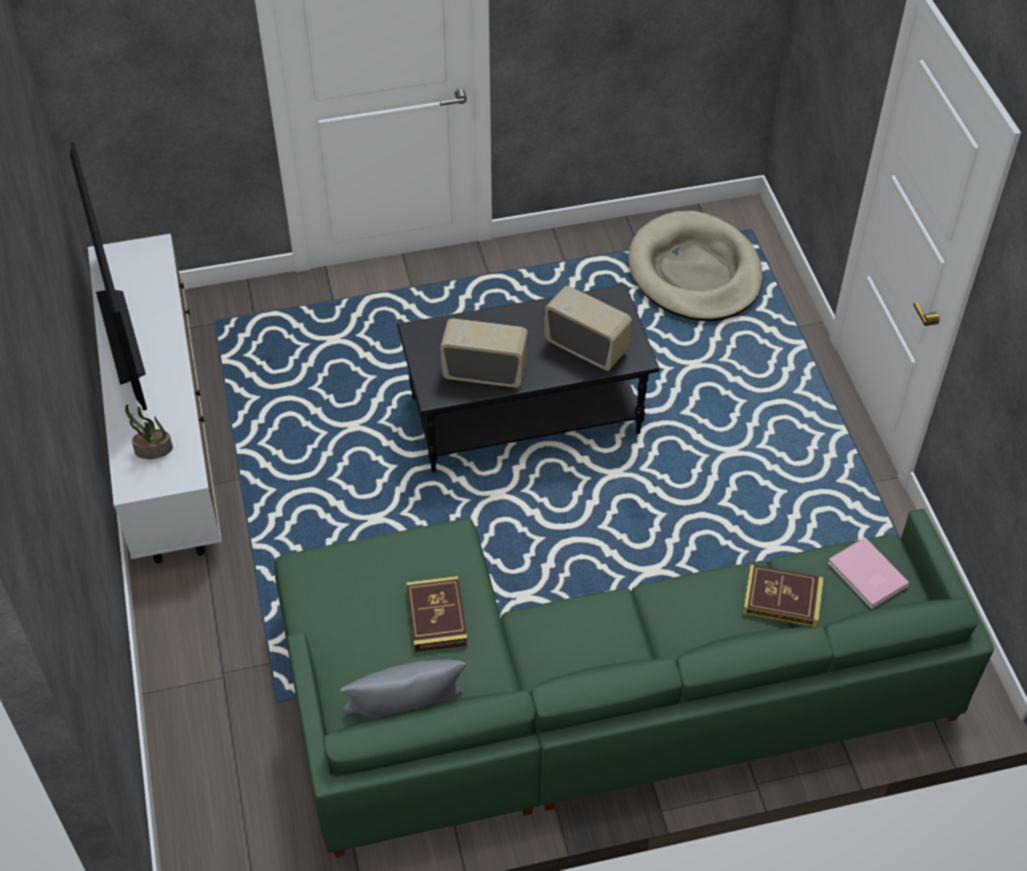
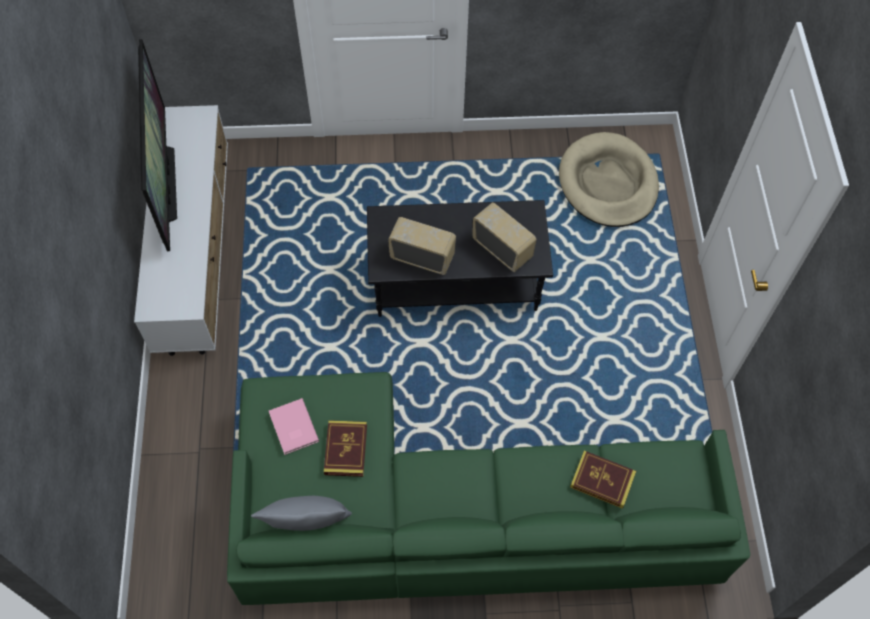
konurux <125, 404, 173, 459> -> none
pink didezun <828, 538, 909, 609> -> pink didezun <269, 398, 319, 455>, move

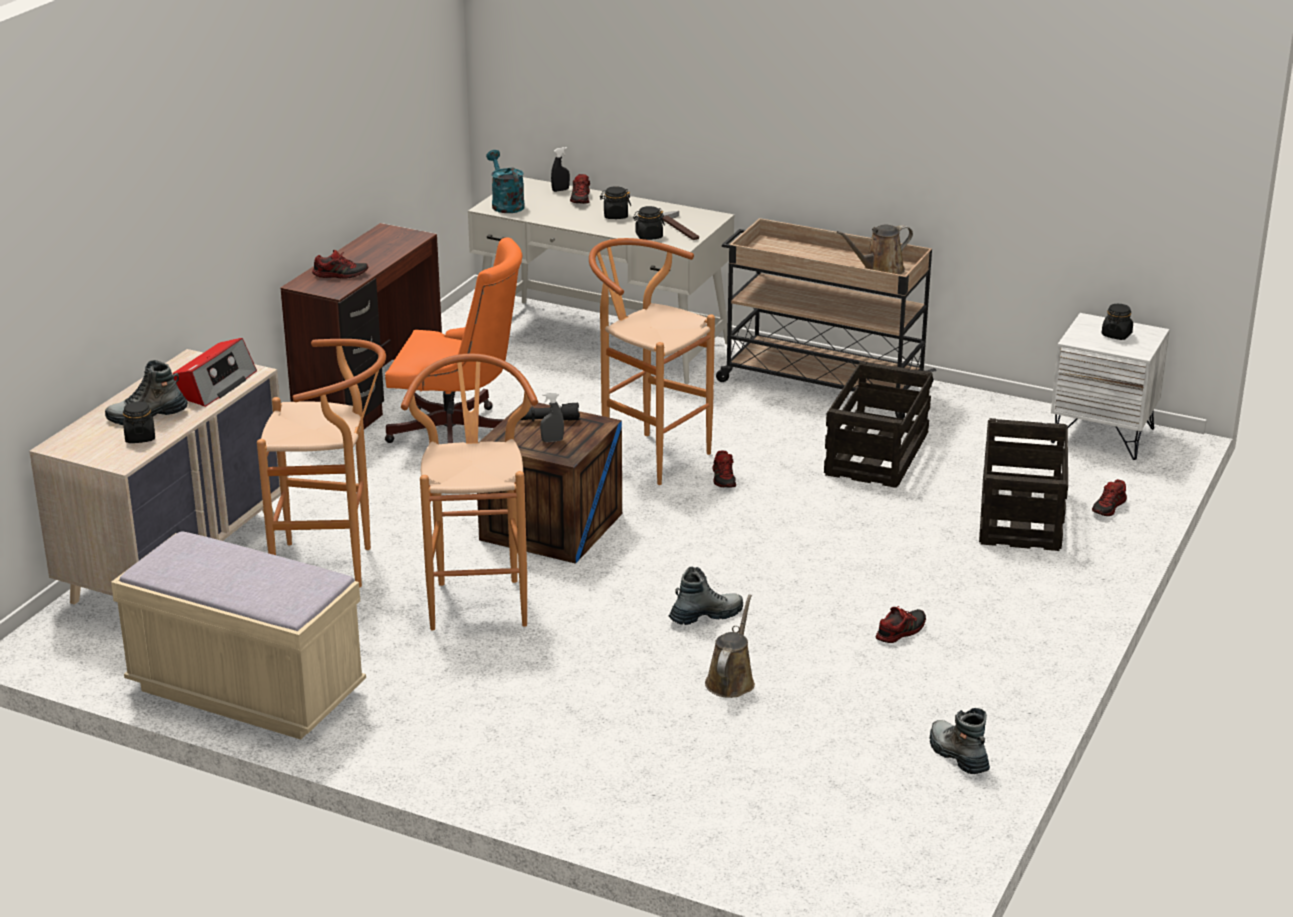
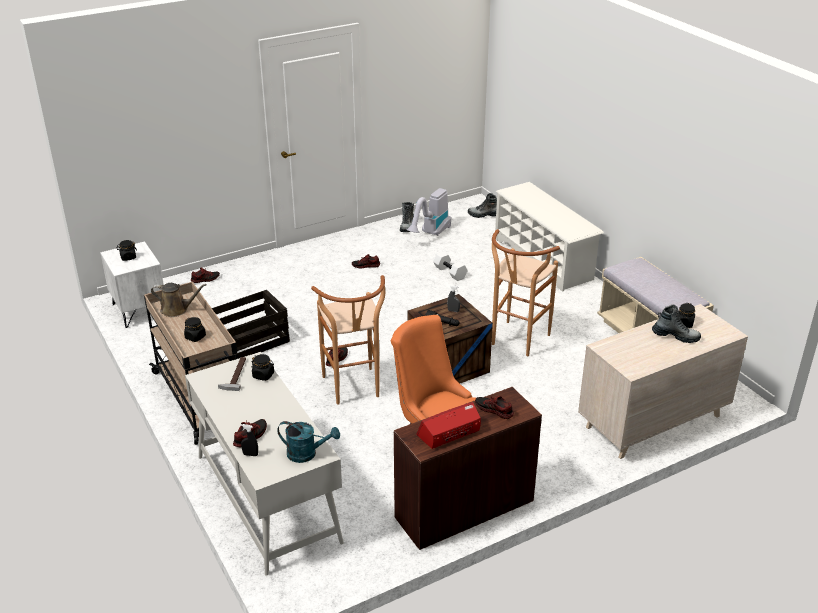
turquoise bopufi <486, 150, 525, 213> -> turquoise bopufi <277, 421, 340, 463>, 90 degrees counterclockwise
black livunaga <600, 186, 631, 219> -> black livunaga <184, 317, 206, 342>, move
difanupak <173, 338, 257, 407> -> difanupak <416, 402, 481, 449>, move
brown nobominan <257, 339, 386, 588> -> none
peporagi <979, 418, 1068, 551> -> none
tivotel <668, 566, 743, 625> -> tivotel <468, 193, 497, 218>, move
brown bopufi <705, 594, 755, 698> -> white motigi <433, 252, 468, 281>
none -> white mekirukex <495, 182, 604, 292>
none -> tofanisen <406, 188, 451, 236>

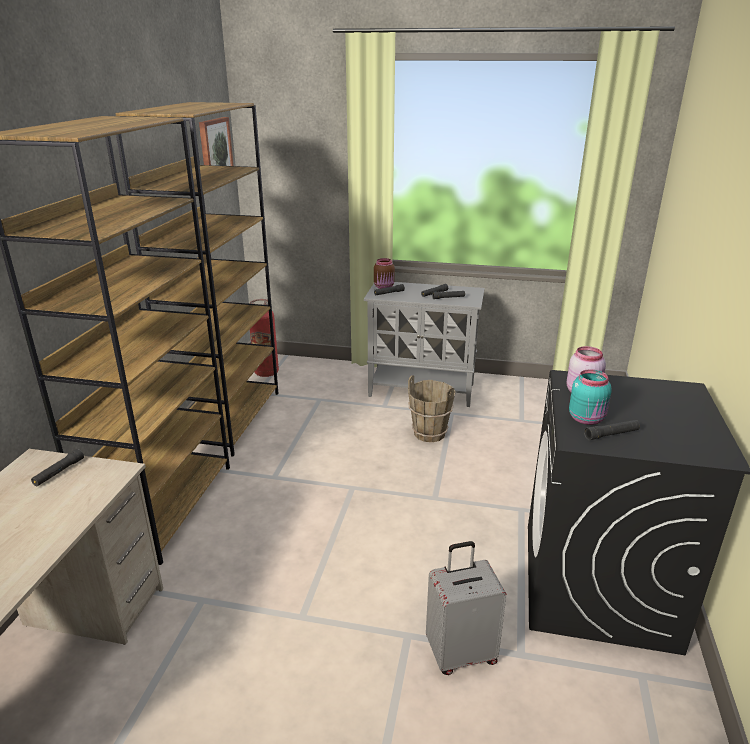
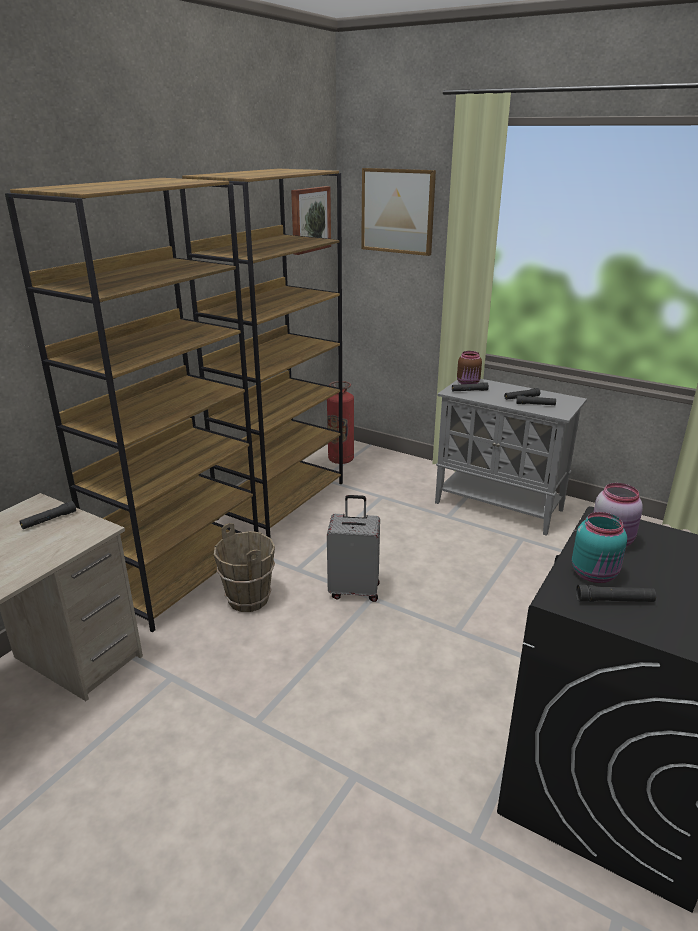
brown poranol <408, 375, 456, 442> -> brown poranol <214, 523, 275, 612>, move
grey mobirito <426, 541, 507, 675> -> grey mobirito <327, 495, 380, 602>, move
none -> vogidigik <361, 168, 436, 256>

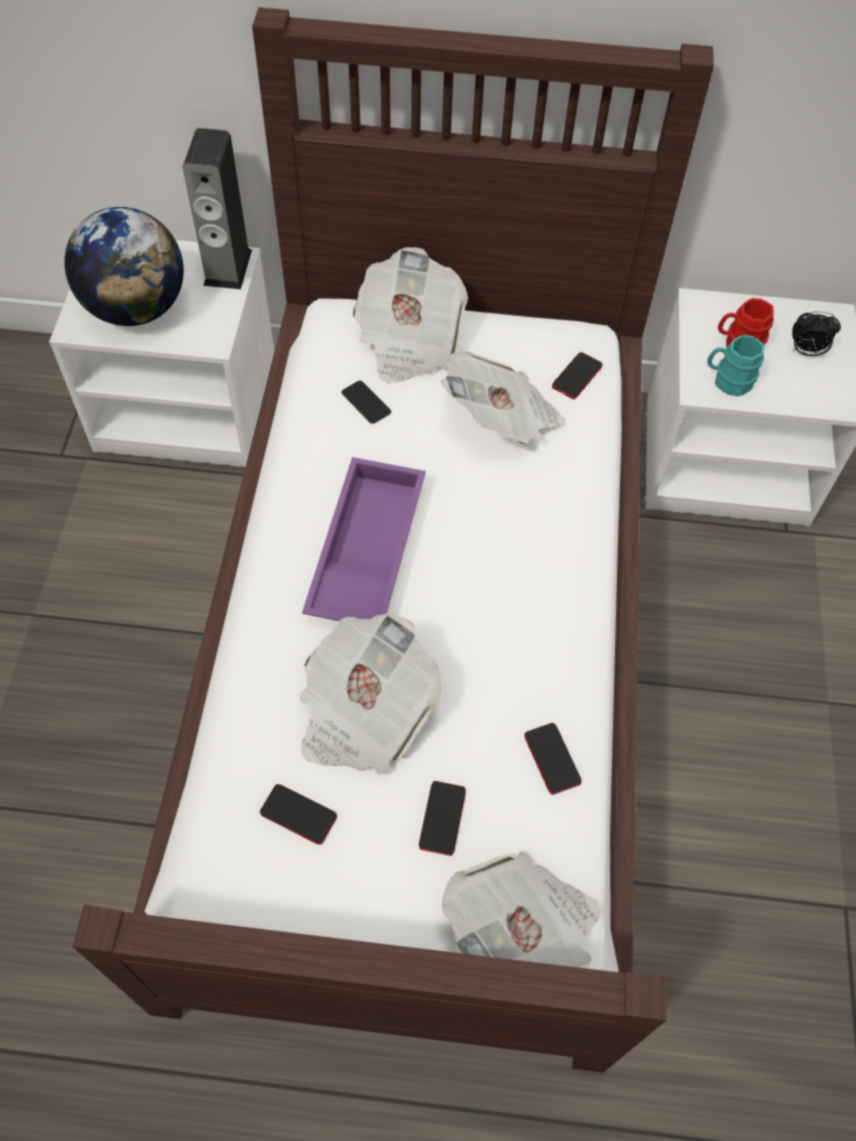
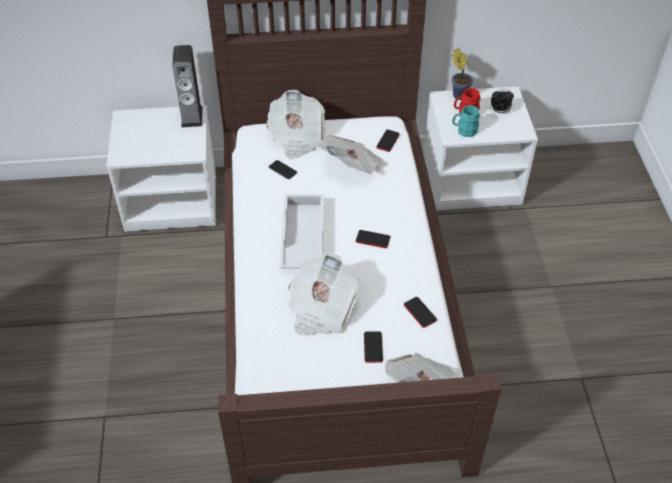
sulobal <64, 207, 184, 326> -> none
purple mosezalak <302, 457, 426, 621> -> white mosezalak <279, 194, 324, 269>
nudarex <260, 784, 337, 845> -> nudarex <356, 230, 390, 248>, move
none -> konurux <452, 48, 473, 100>

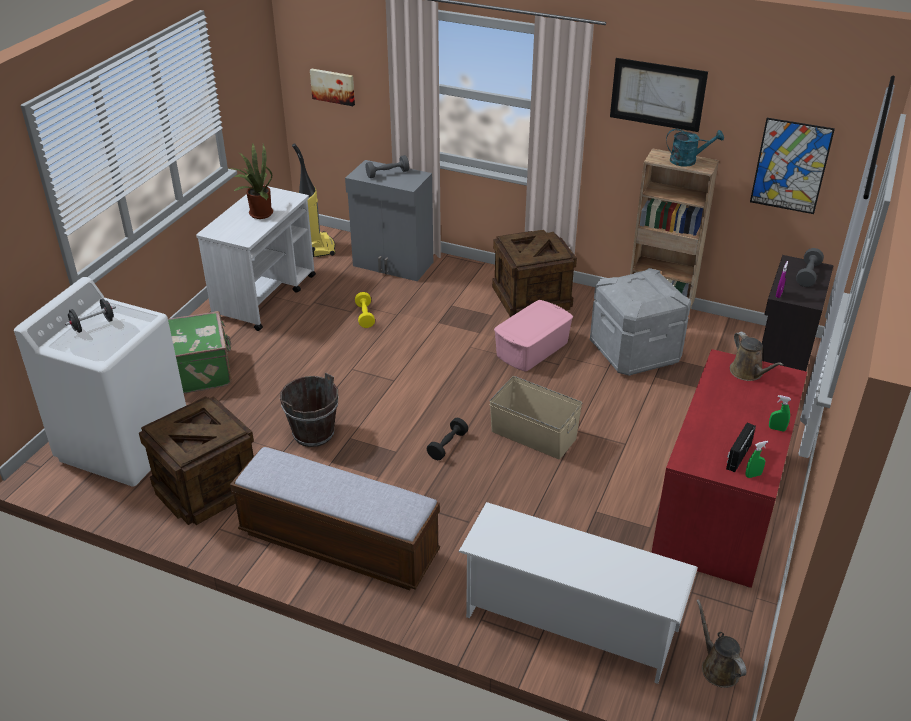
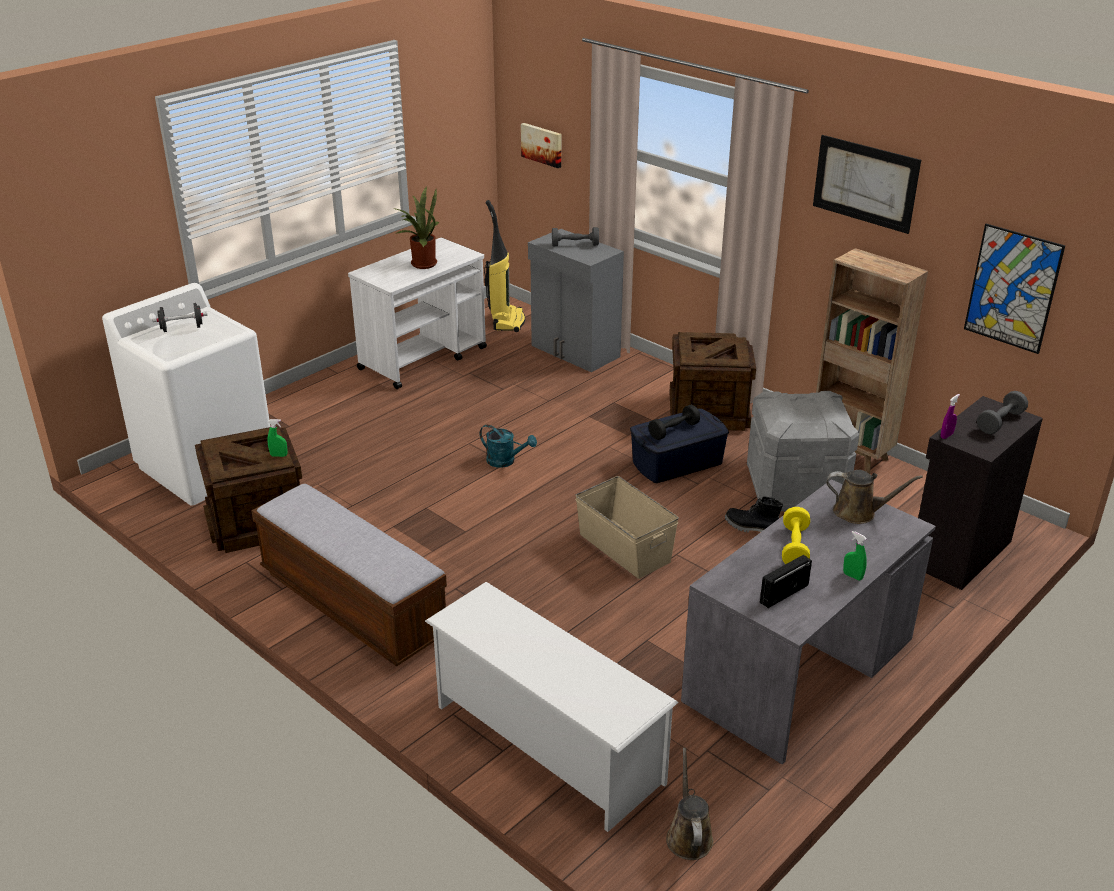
turquoise bopufi <666, 129, 724, 167> -> turquoise bopufi <480, 425, 537, 468>, move
yellow motigi <355, 292, 375, 328> -> yellow motigi <782, 507, 810, 564>, move
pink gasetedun <494, 300, 573, 372> -> blue gasetedun <630, 408, 729, 483>
green mobirito <168, 311, 232, 394> -> none
brown bopufi <730, 332, 783, 381> -> brown bopufi <826, 470, 923, 524>, 75 degrees counterclockwise
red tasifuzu <651, 349, 807, 588> -> grey tasifuzu <681, 479, 936, 765>
brown poranol <280, 373, 338, 447> -> none
black motigi <427, 418, 468, 460> -> black motigi <649, 405, 700, 440>, move
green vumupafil <745, 441, 768, 478> -> green vumupafil <267, 419, 287, 457>, move
none -> black tivotel <725, 496, 783, 532>

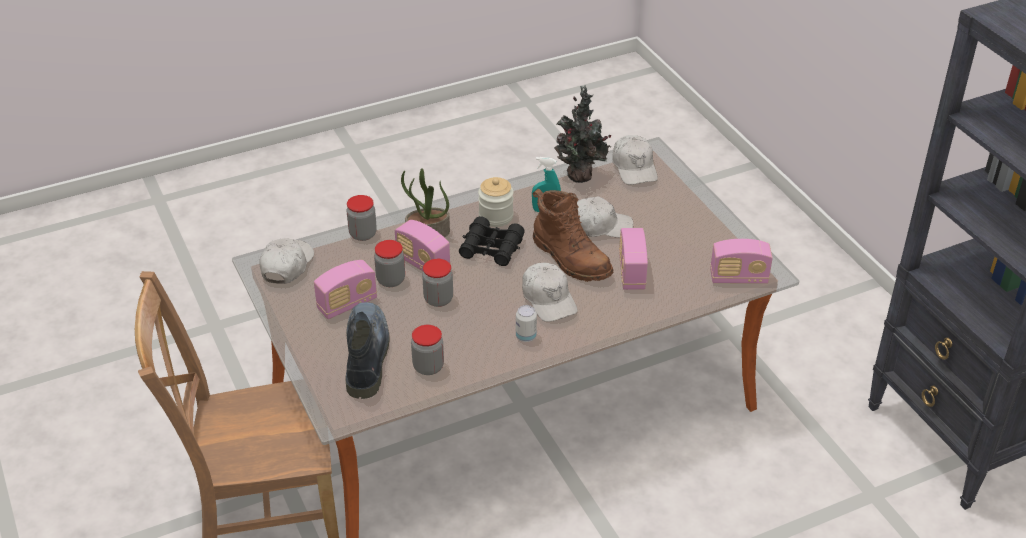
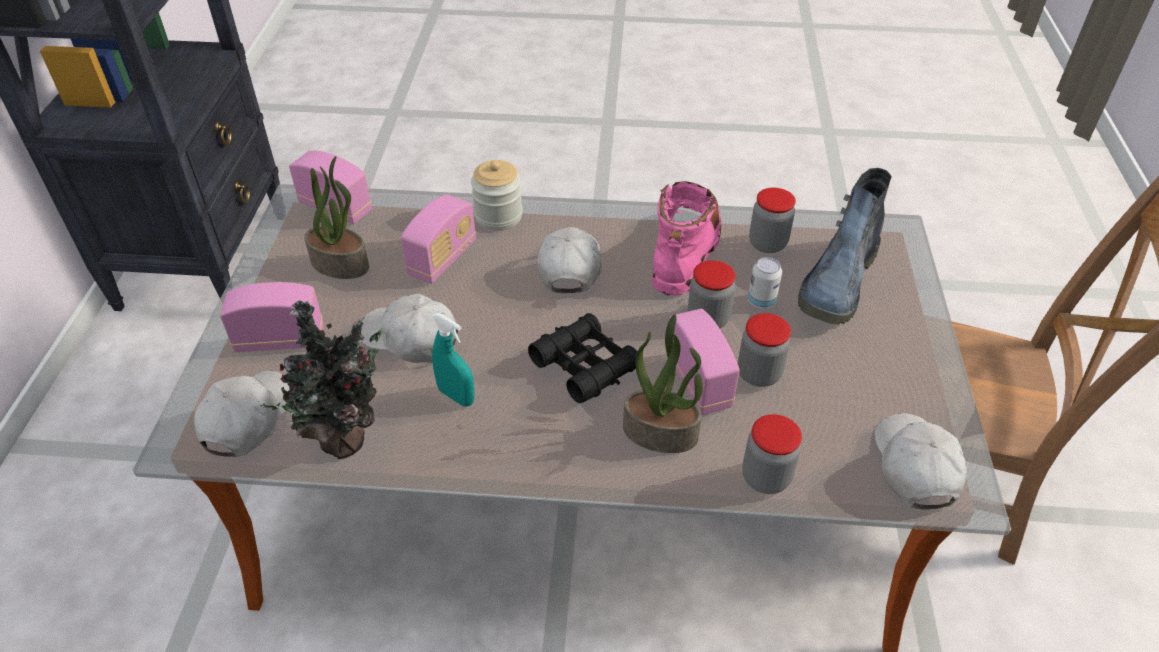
livunaga <478, 177, 514, 227> -> livunaga <471, 160, 523, 230>, move
brown tivotel <532, 189, 613, 282> -> none
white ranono <259, 238, 314, 284> -> white ranono <874, 413, 967, 510>, 135 degrees clockwise
difanupak <314, 260, 377, 319> -> difanupak <220, 282, 324, 352>, move
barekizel <516, 305, 537, 342> -> barekizel <748, 257, 782, 309>, move
none -> konurux <304, 156, 369, 279>
none -> pink tivotel <652, 181, 721, 295>

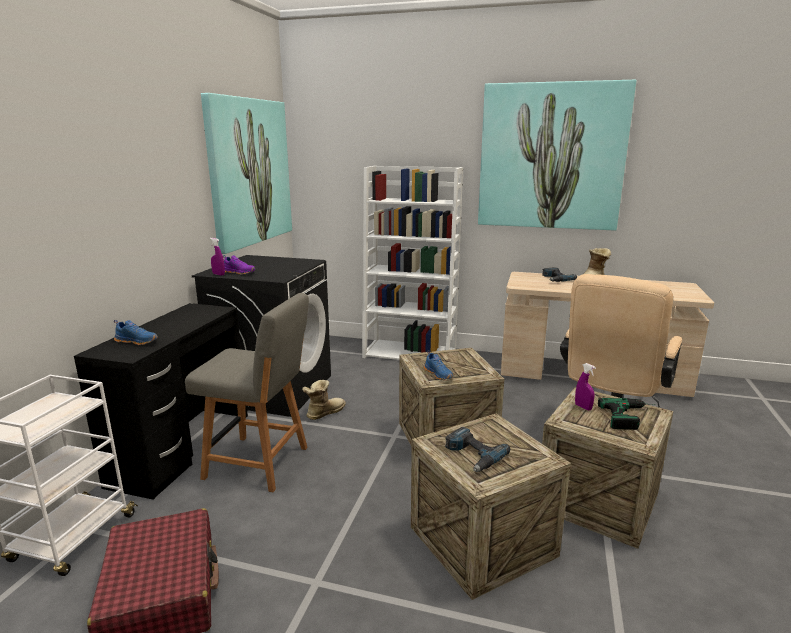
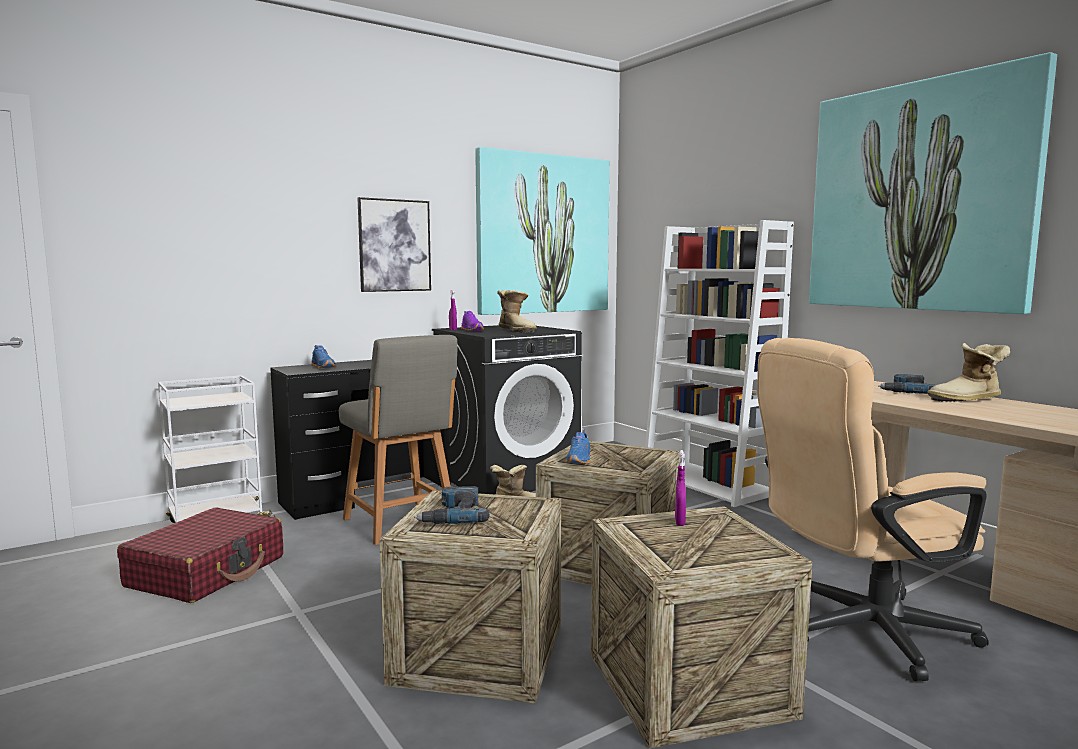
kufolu <598, 398, 656, 430> -> none
none -> vogidigik <357, 197, 431, 292>
none -> tivotel <497, 290, 537, 333>

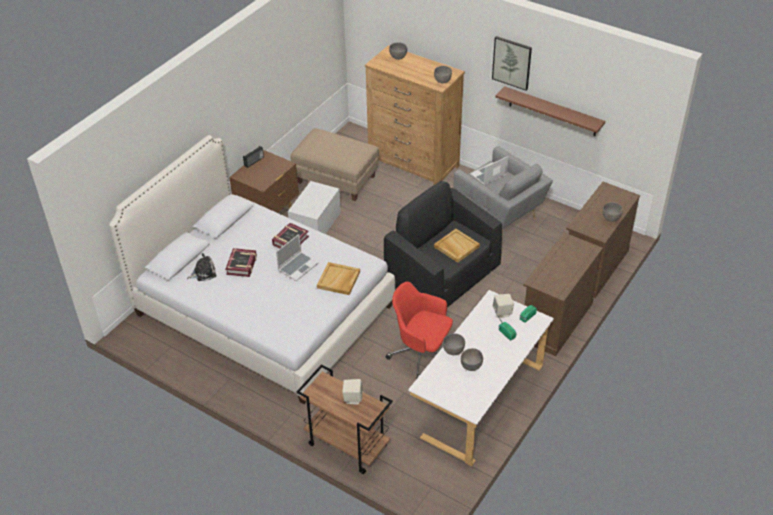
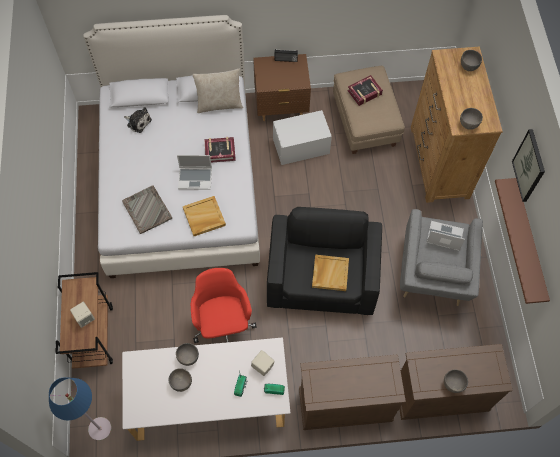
didezun <225, 248, 257, 277> -> didezun <347, 75, 383, 106>, move
none -> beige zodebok <192, 69, 243, 113>
none -> grey mosezalak <122, 185, 172, 234>
none -> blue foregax <49, 377, 112, 441>

